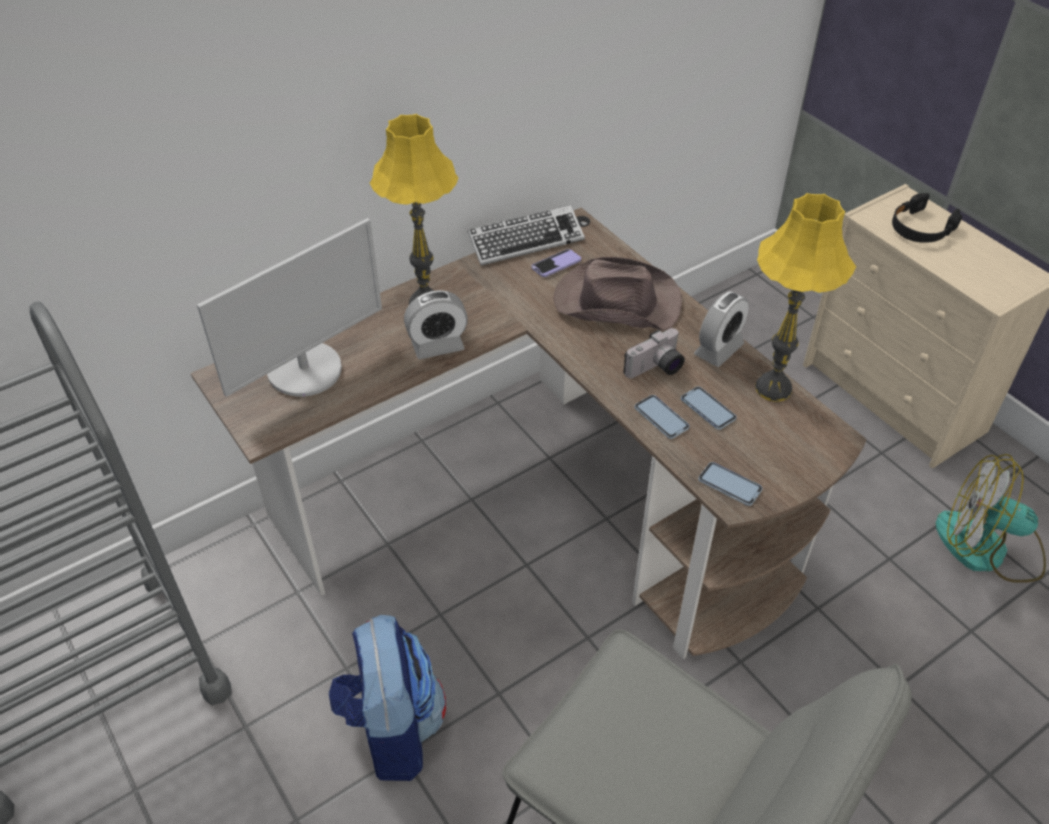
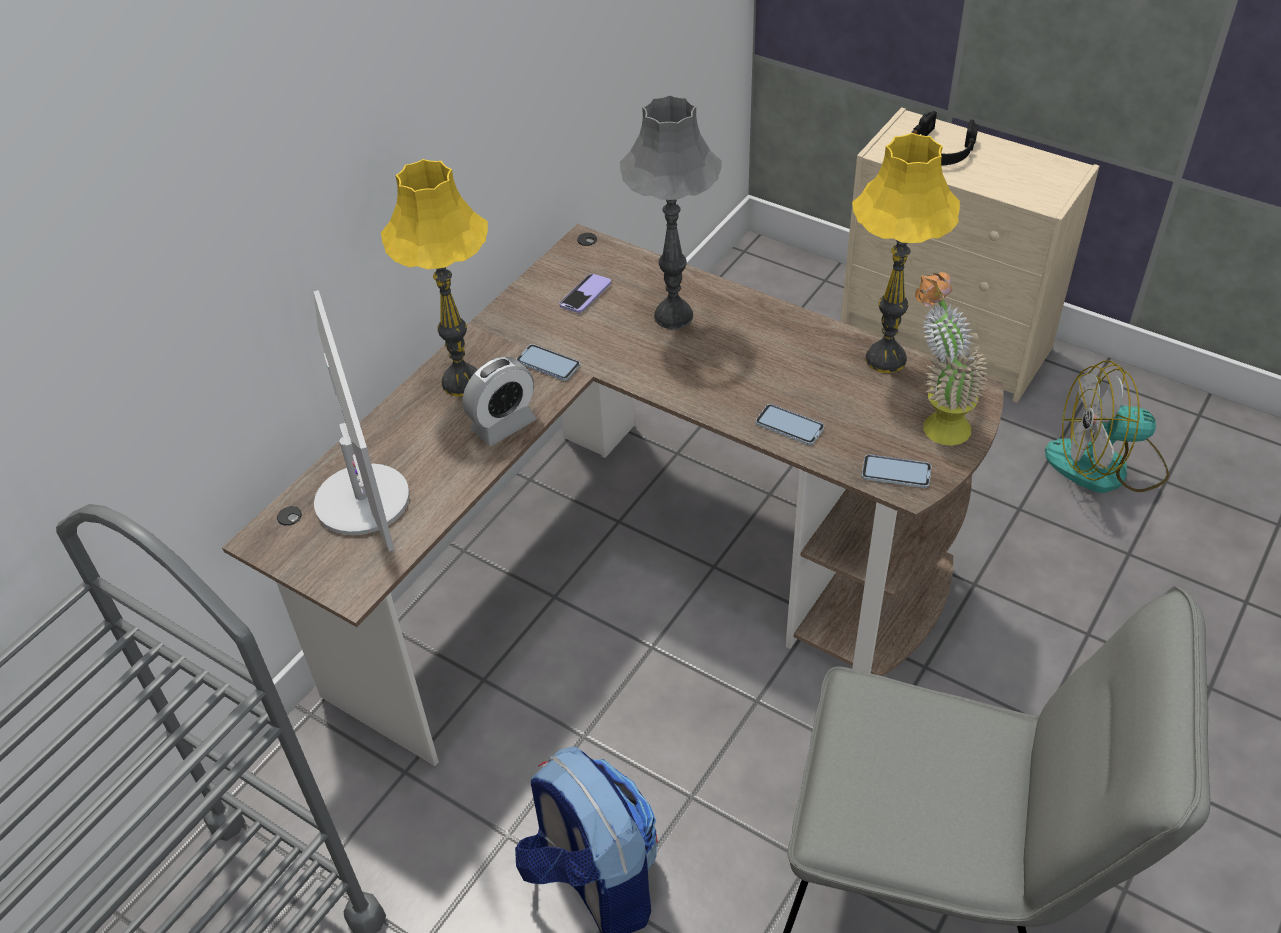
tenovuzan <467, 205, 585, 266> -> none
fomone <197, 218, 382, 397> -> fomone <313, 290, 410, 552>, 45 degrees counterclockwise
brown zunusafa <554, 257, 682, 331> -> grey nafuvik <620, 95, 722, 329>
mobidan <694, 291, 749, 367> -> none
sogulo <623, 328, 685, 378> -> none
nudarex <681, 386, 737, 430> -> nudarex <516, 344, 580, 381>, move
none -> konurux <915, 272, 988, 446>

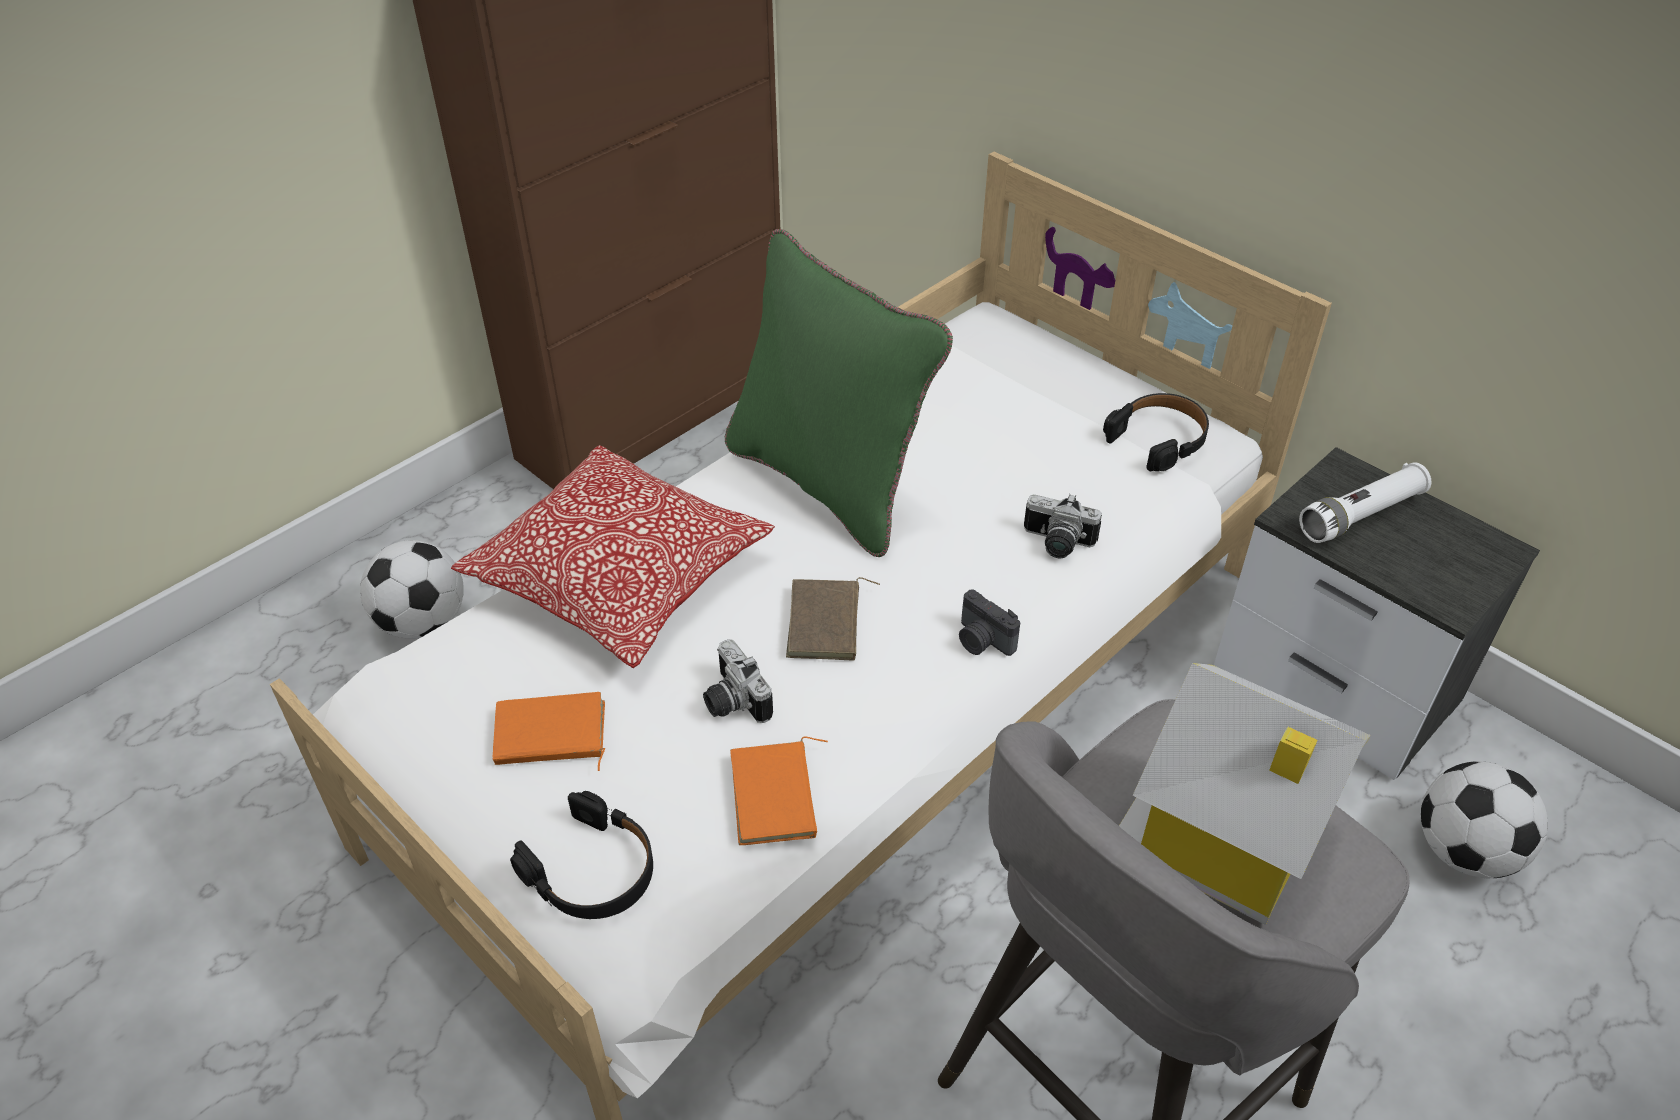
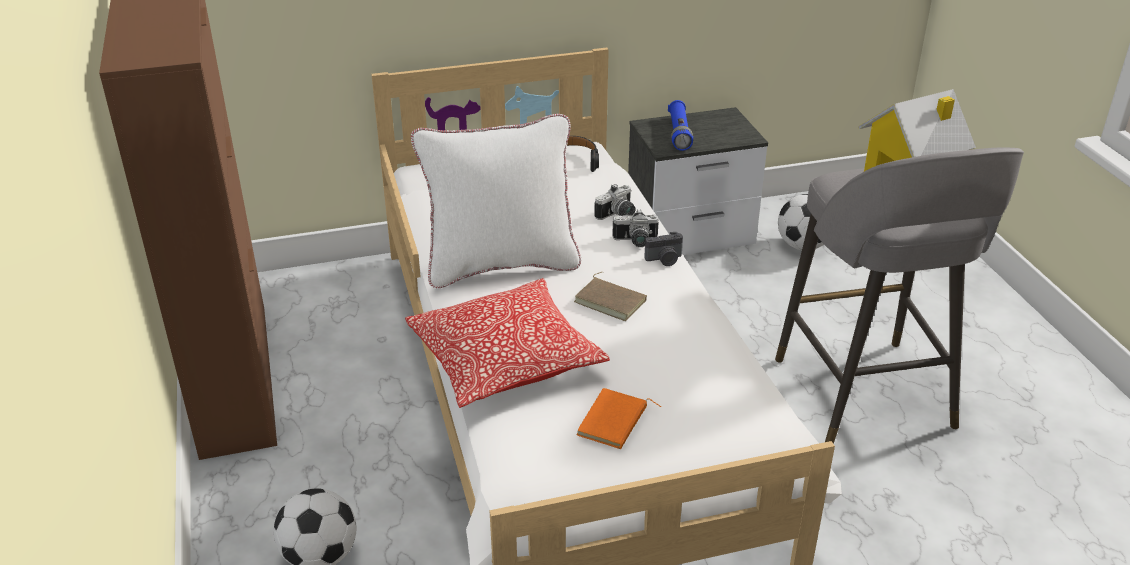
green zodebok <725, 229, 953, 557> -> white zodebok <411, 114, 581, 288>
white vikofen <1299, 462, 1431, 543> -> blue vikofen <668, 100, 693, 151>
sogulo <703, 639, 773, 723> -> sogulo <612, 209, 659, 247>, move
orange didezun <730, 737, 828, 845> -> none
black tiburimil <510, 791, 653, 919> -> none

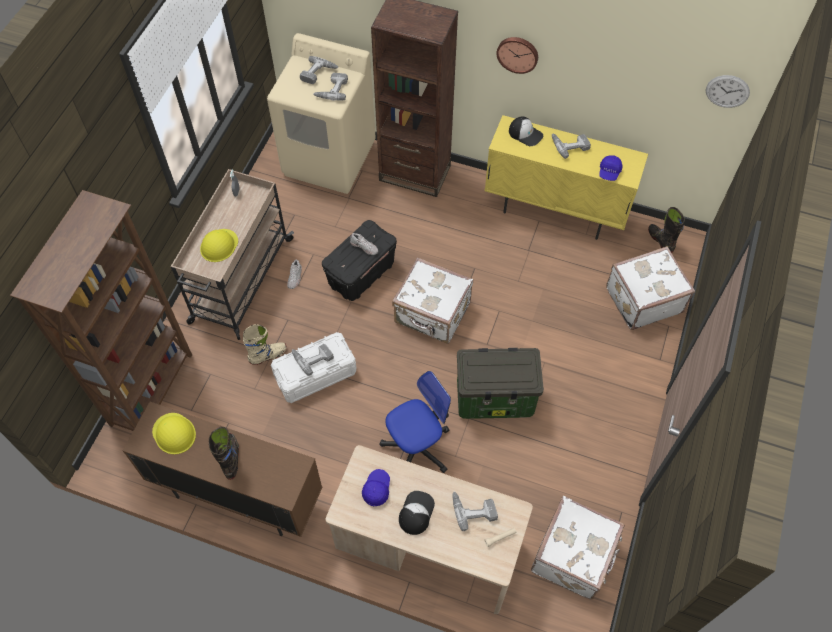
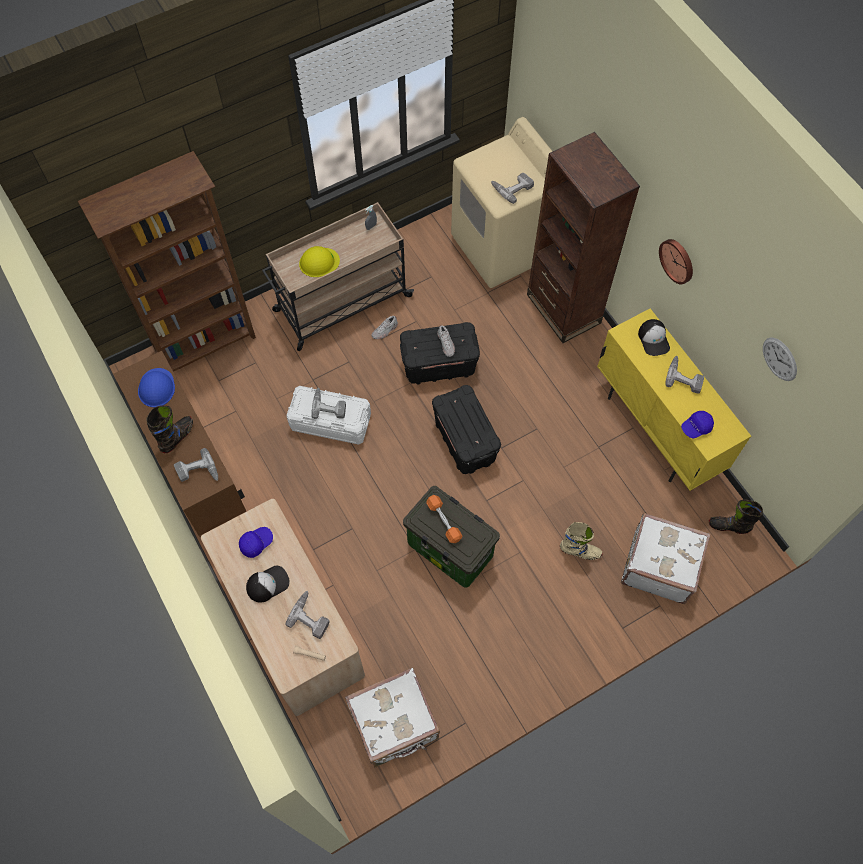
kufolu <300, 56, 339, 84> -> kufolu <174, 448, 218, 482>, move
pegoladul <706, 75, 750, 108> -> pegoladul <763, 337, 797, 381>, move
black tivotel <648, 207, 685, 253> -> black tivotel <709, 499, 763, 534>, 90 degrees counterclockwise
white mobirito <392, 257, 473, 344> -> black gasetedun <432, 385, 501, 474>
beige tivotel <243, 324, 286, 365> -> beige tivotel <560, 522, 603, 560>, move
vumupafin <380, 371, 451, 473> -> none
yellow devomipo <152, 413, 196, 454> -> blue devomipo <138, 368, 175, 407>
none -> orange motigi <426, 495, 462, 543>

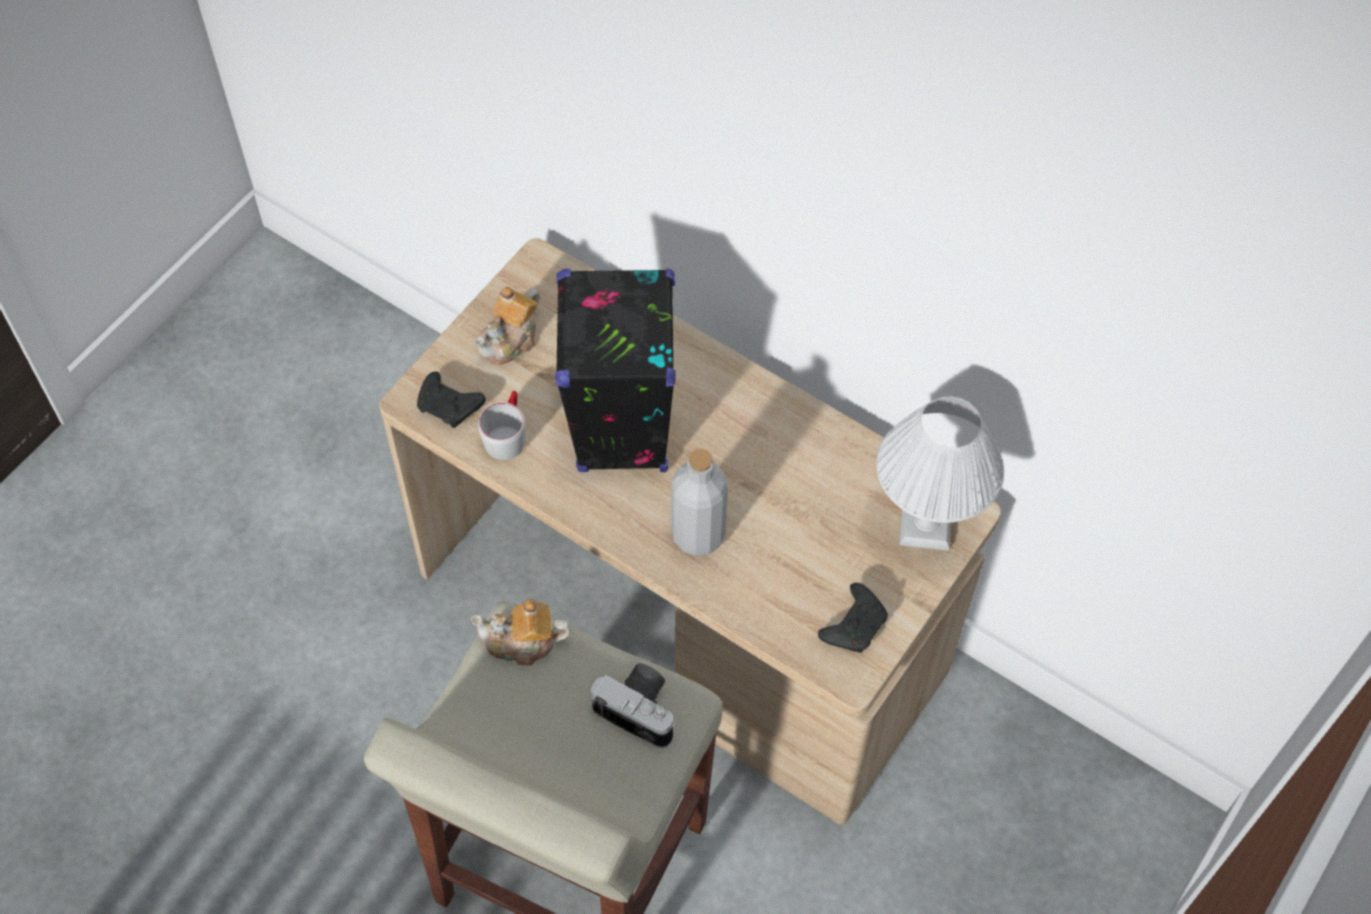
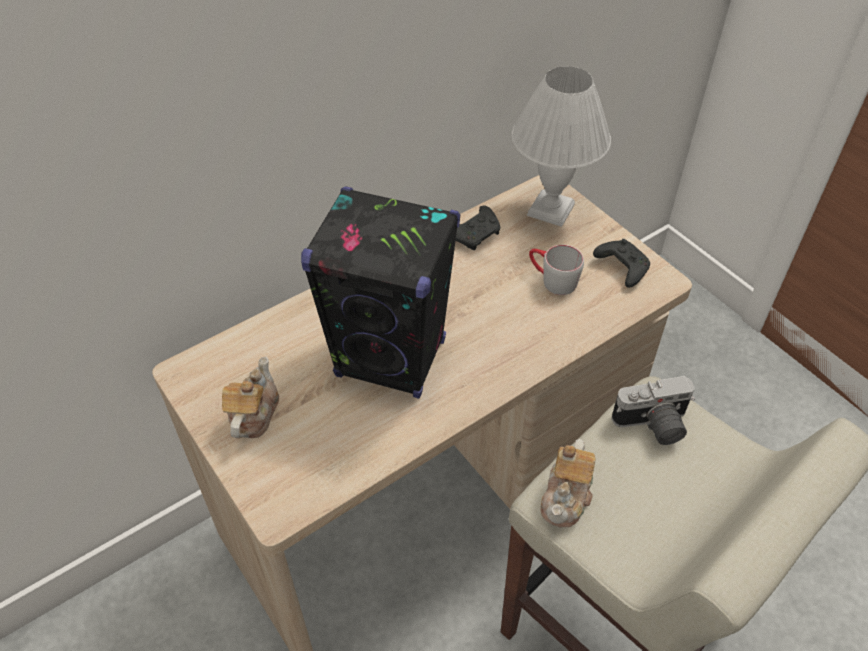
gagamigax <474, 287, 540, 365> -> gagamigax <222, 356, 279, 438>, 135 degrees counterclockwise
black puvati <417, 372, 486, 428> -> black puvati <456, 205, 500, 250>, move
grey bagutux <478, 391, 526, 460> -> grey bagutux <529, 245, 584, 295>, move
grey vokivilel <671, 449, 728, 556> -> none
sogulo <590, 663, 678, 748> -> sogulo <612, 376, 695, 445>, 150 degrees counterclockwise

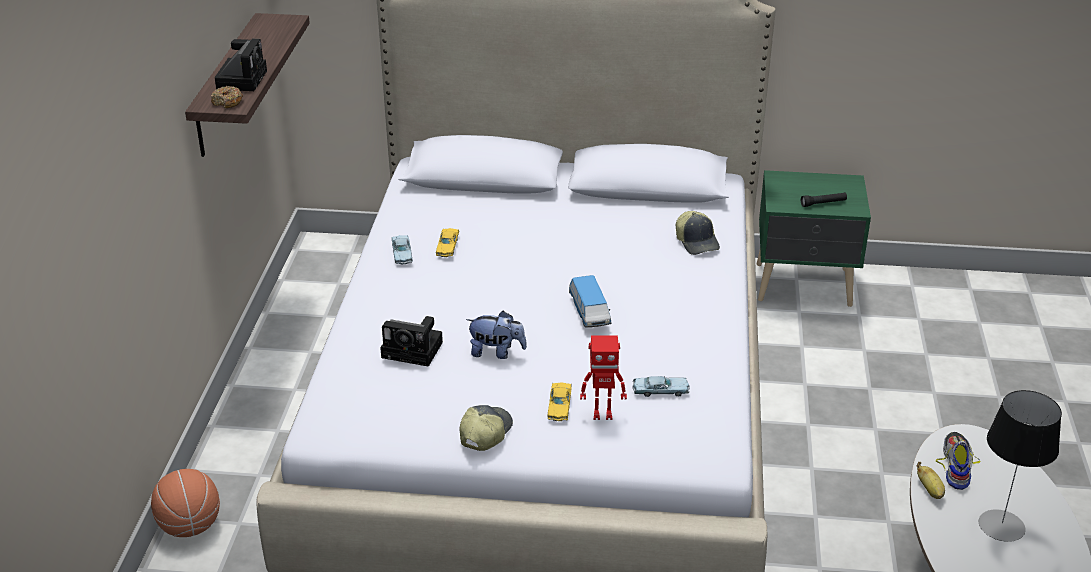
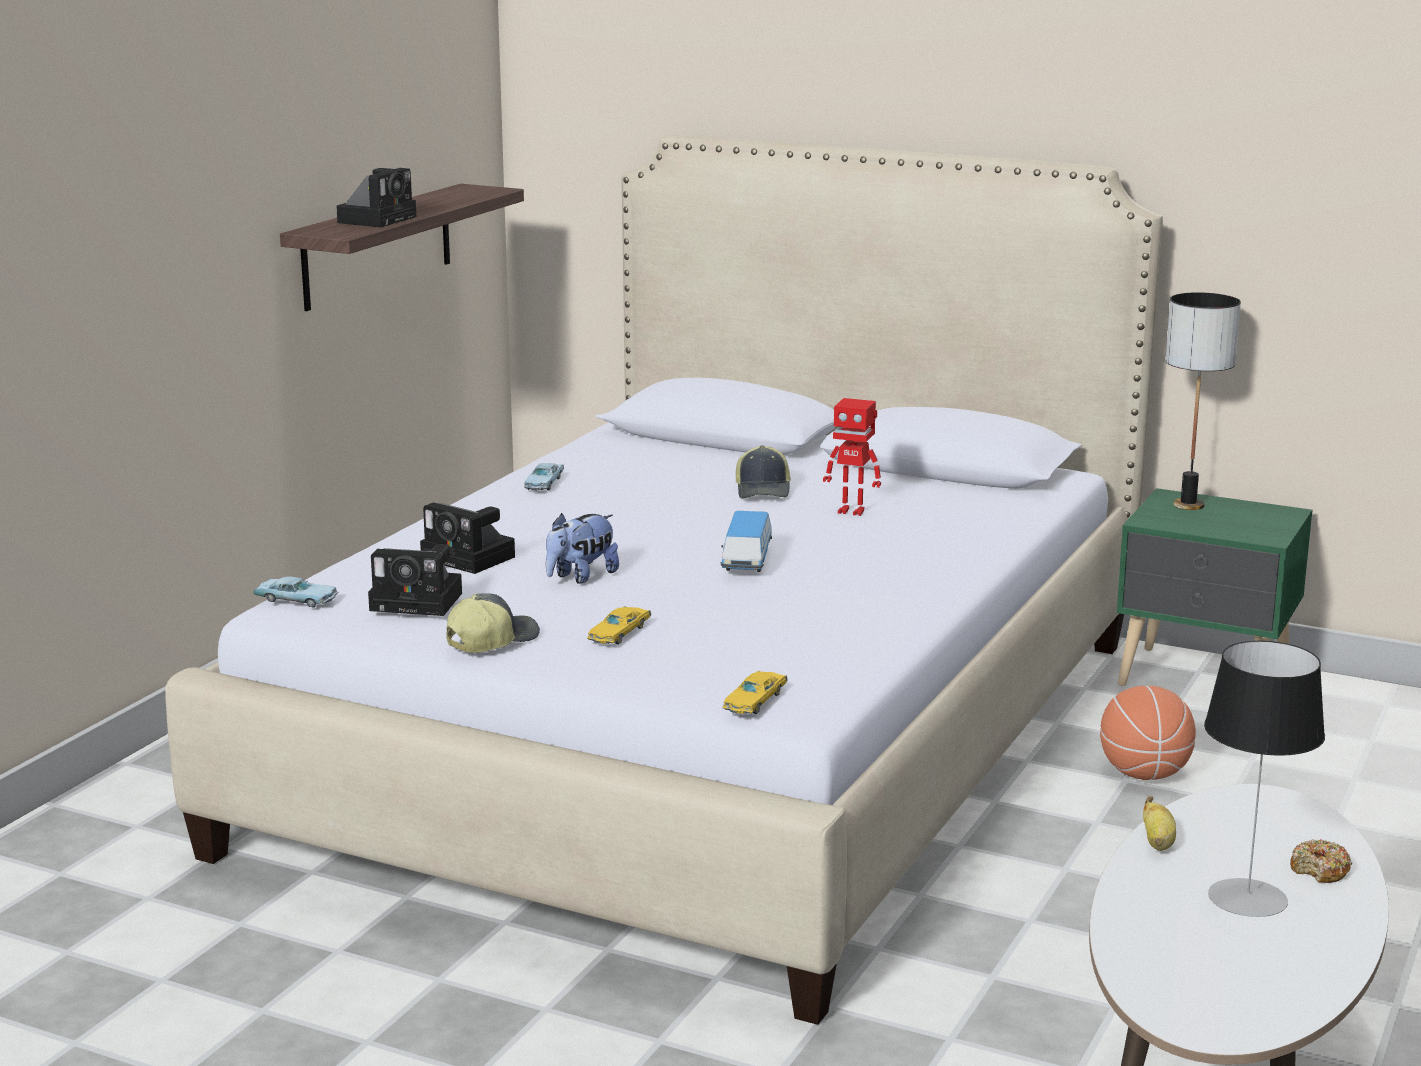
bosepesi <211, 86, 243, 108> -> bosepesi <1290, 839, 1352, 883>, move
black vikofen <801, 193, 847, 207> -> none
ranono <676, 211, 720, 255> -> ranono <736, 445, 791, 499>, move
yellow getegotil <436, 228, 459, 257> -> yellow getegotil <722, 671, 788, 714>, move
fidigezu <466, 311, 527, 359> -> fidigezu <546, 513, 619, 584>, 105 degrees clockwise
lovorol <580, 336, 627, 420> -> lovorol <823, 398, 881, 516>, move
blue getegotil <632, 376, 690, 397> -> blue getegotil <253, 576, 338, 607>, move
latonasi <936, 432, 981, 490> -> none
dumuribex <151, 469, 220, 537> -> dumuribex <1100, 686, 1196, 780>, move
none -> nafuvik <1165, 292, 1241, 510>
none -> sogulo <368, 544, 462, 616>

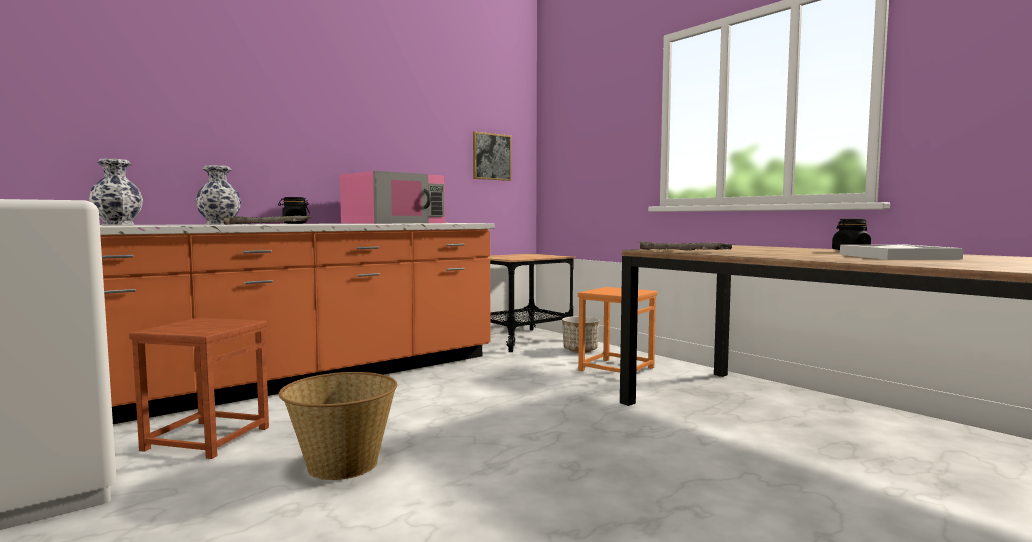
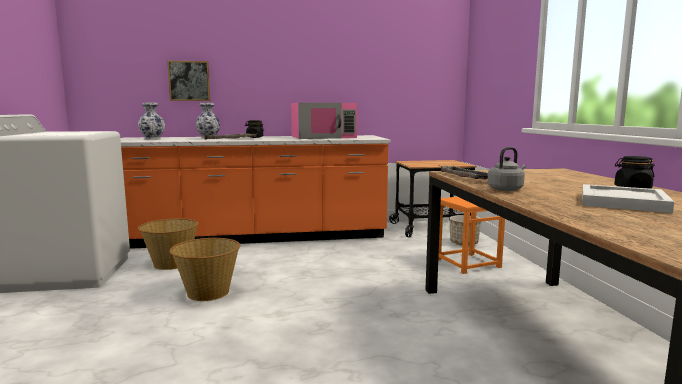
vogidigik <473, 131, 512, 181> -> vogidigik <167, 61, 210, 101>, move
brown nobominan <129, 318, 269, 459> -> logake <138, 218, 199, 270>
none -> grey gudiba <487, 147, 526, 191>

